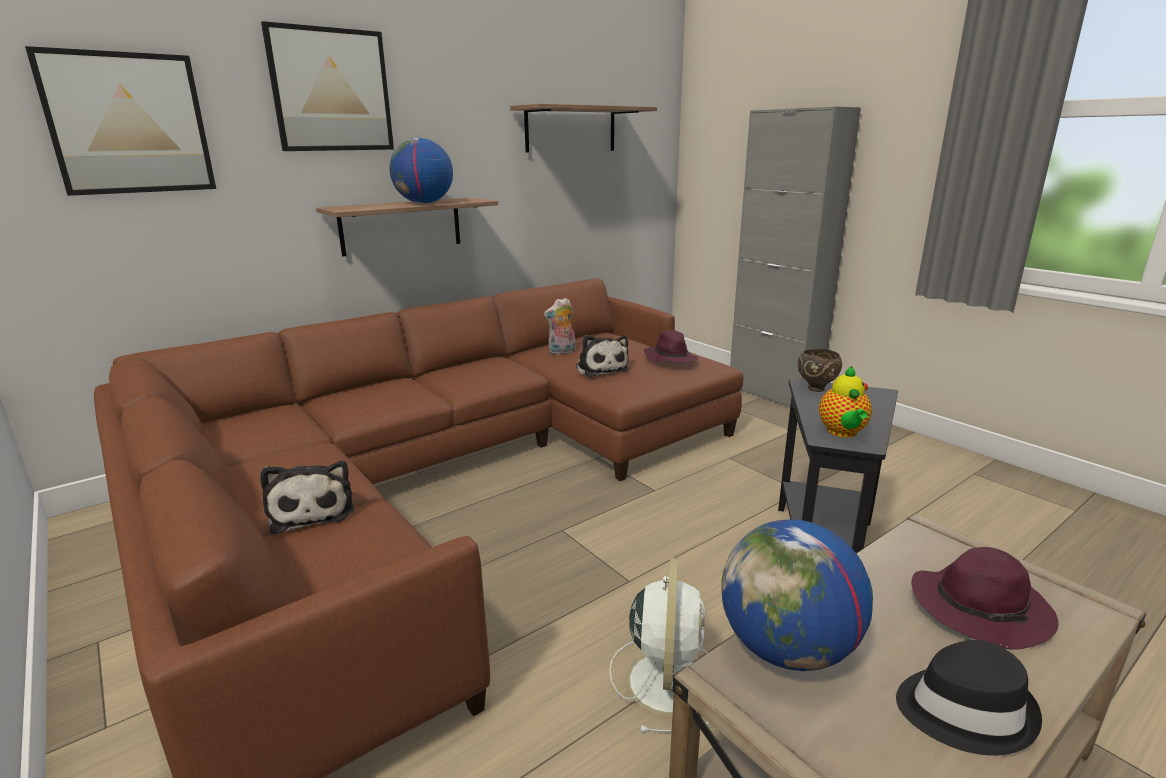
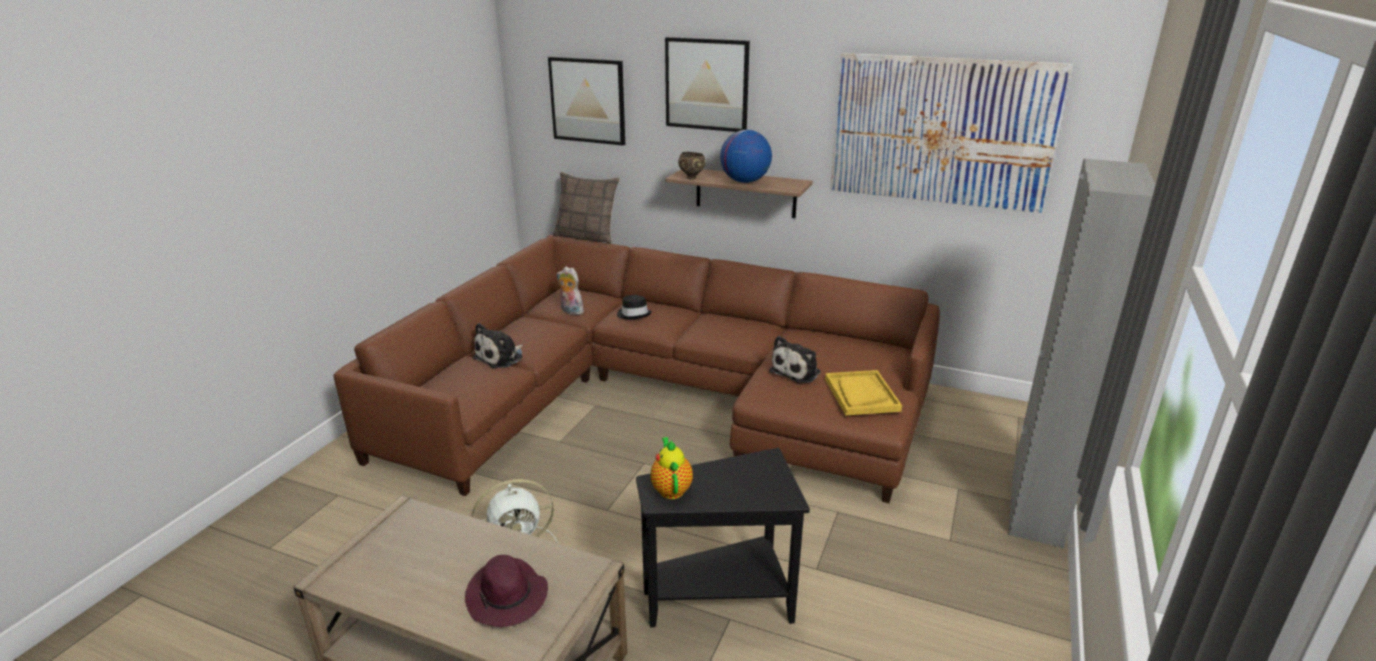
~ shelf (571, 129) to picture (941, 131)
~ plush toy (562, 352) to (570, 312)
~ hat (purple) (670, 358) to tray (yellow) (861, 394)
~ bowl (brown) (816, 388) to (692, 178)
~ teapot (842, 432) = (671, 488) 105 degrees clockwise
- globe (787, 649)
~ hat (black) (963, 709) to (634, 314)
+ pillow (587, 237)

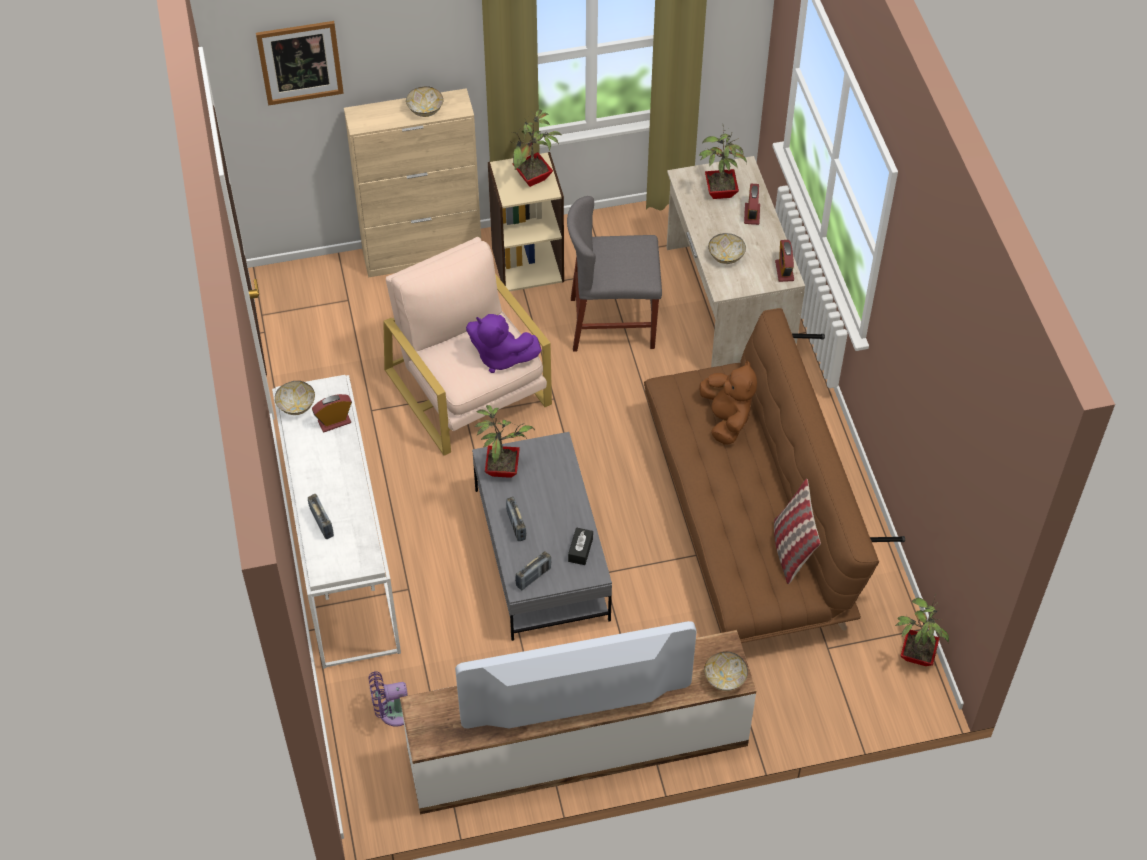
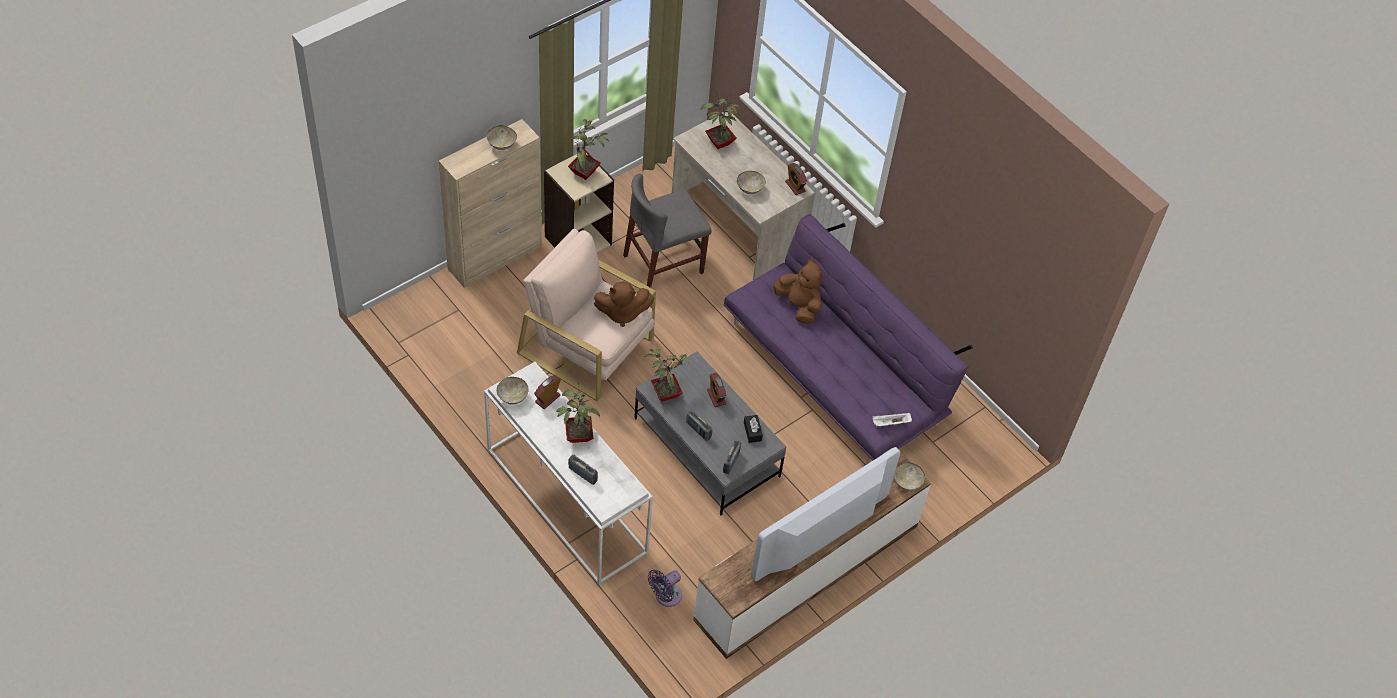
- picture (300, 62)
~ alarm clock (752, 214) to (716, 397)
~ sofa (brown) (749, 519) to sofa (purple) (834, 372)
~ plush toy (purple) (500, 357) to plush toy (brown) (622, 313)
- pillow (791, 550)
~ potted plant (915, 655) to (577, 436)
+ tray (white) (890, 423)

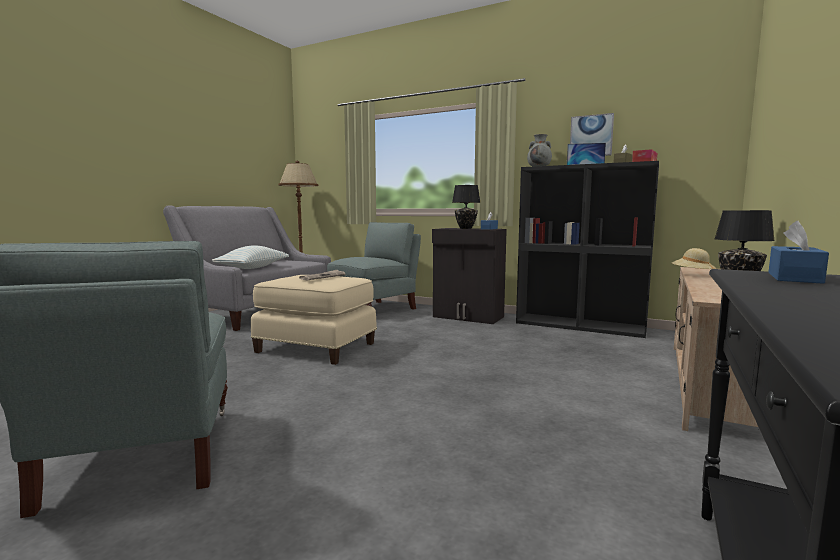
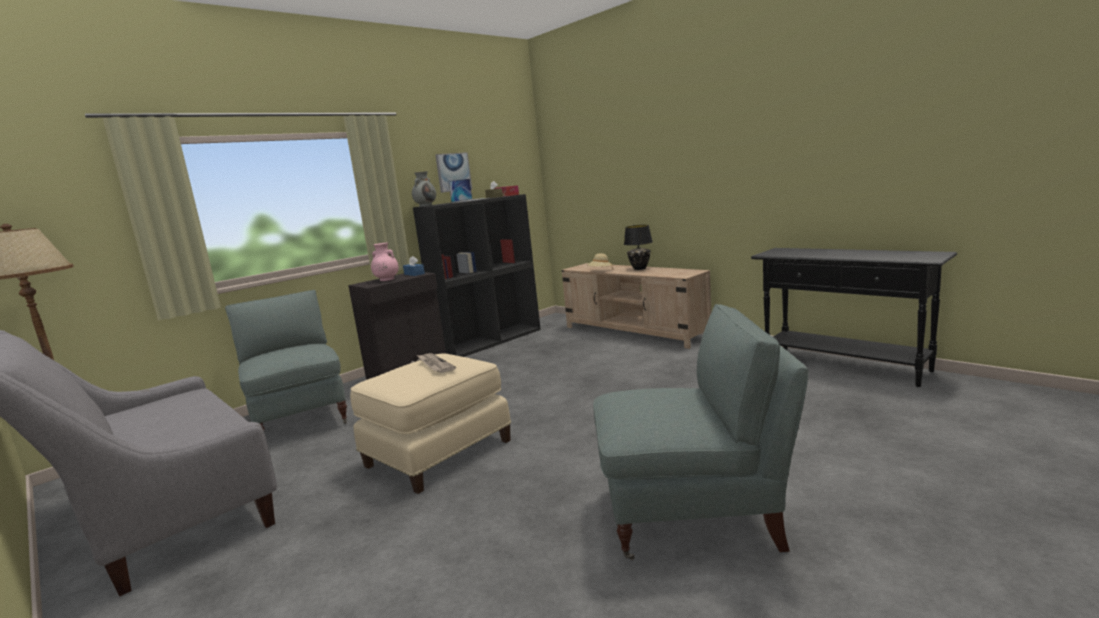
~ table lamp (black) (465, 228) to vase (pink) (386, 279)
- tissue box (blue) (794, 277)
- pillow (253, 268)

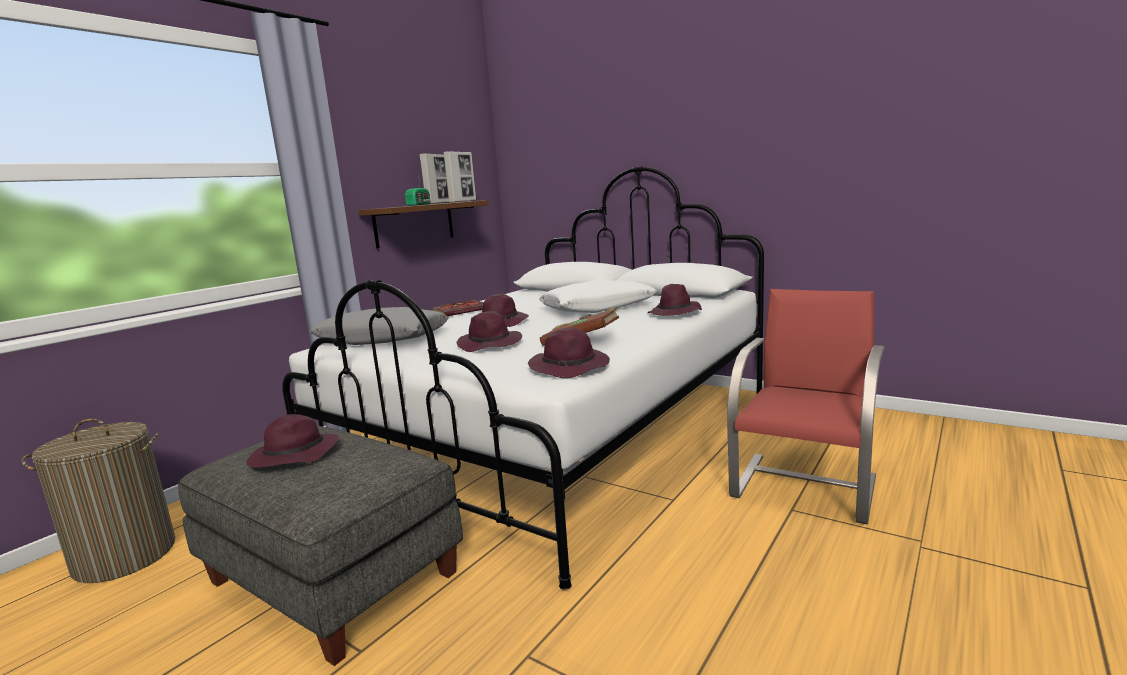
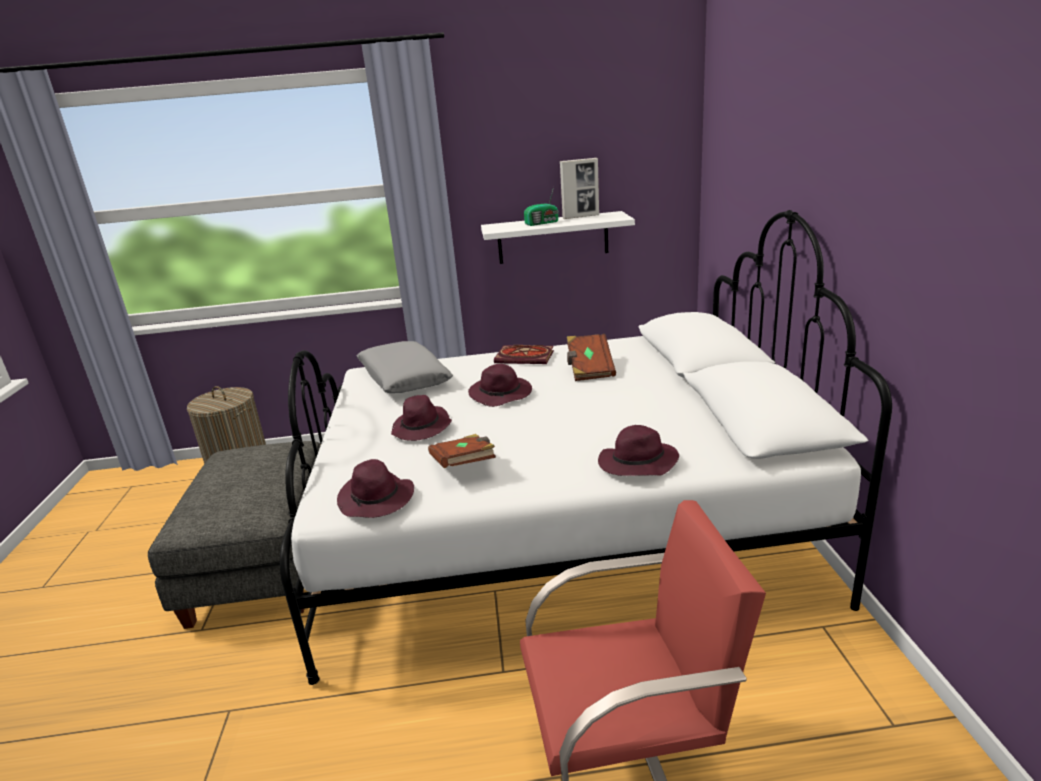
- picture frame (463, 201)
~ shelf (brown) (414, 224) to shelf (white) (553, 238)
- pillow (white) (598, 308)
- hat (purple) (294, 456)
+ book (brown) (589, 369)

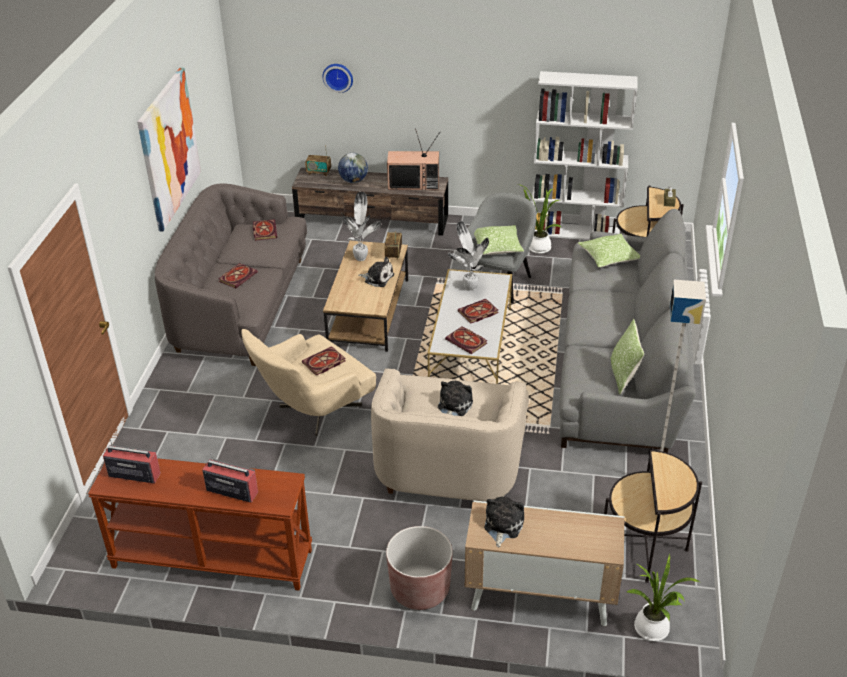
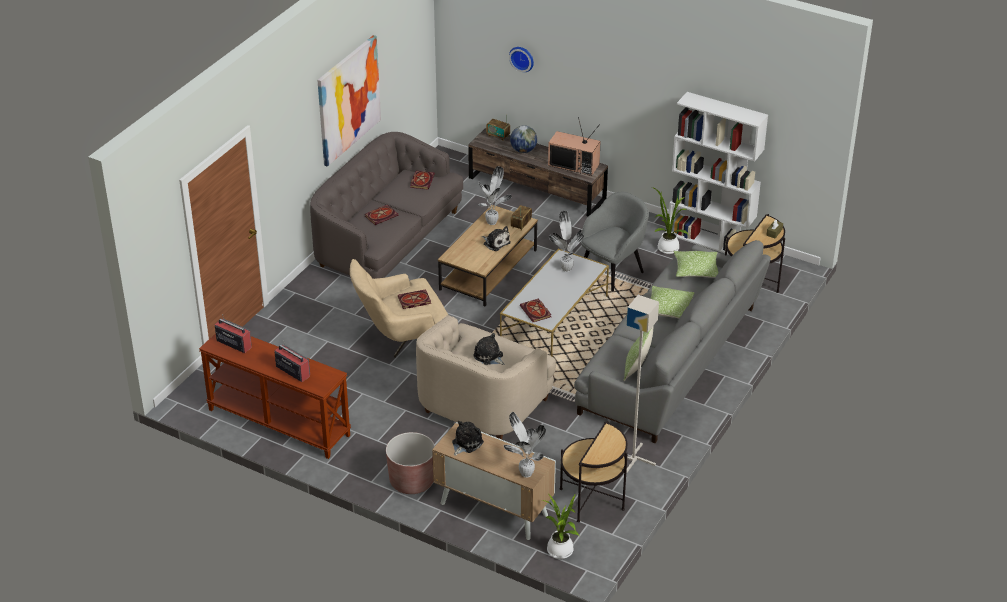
~ pillow (497, 247) to (668, 309)
- book (477, 313)
~ plush toy (453, 406) = (489, 356) 90 degrees counterclockwise
+ potted plant (525, 473)

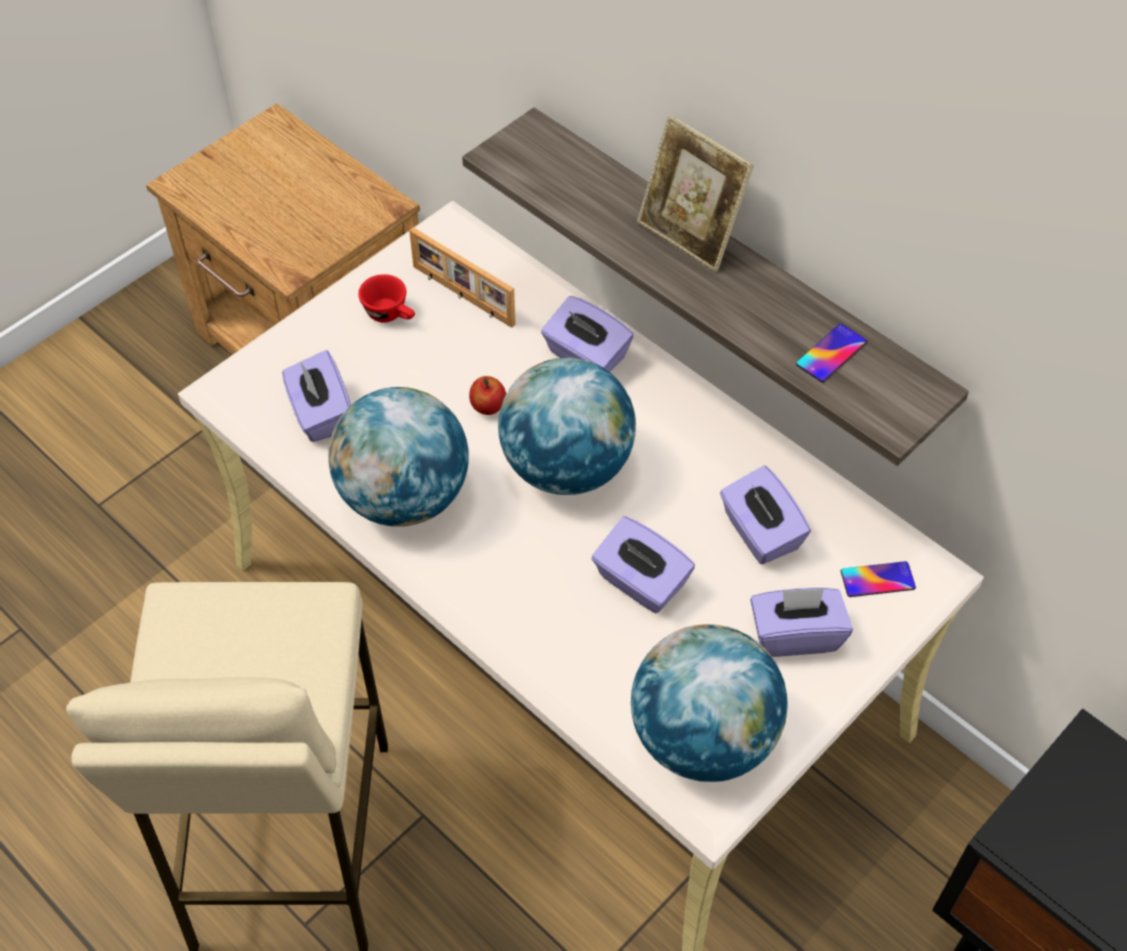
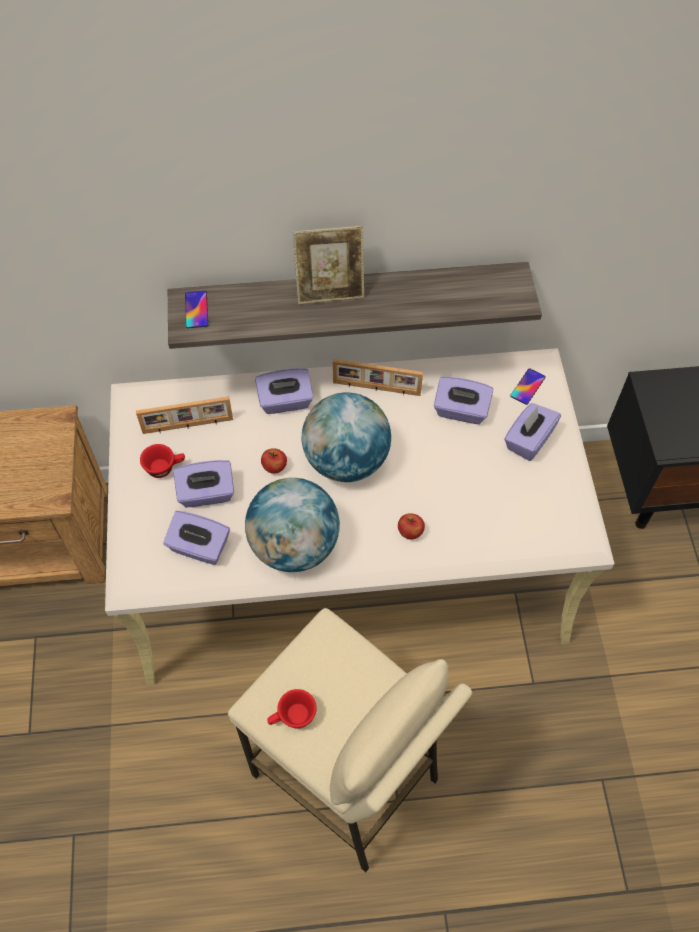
~ phone (831, 353) to (196, 309)
~ tissue box (purple) (640, 582) to (206, 494)
- globe (703, 737)
+ picture frame (376, 389)
+ apple (410, 532)
+ cup (red) (292, 718)

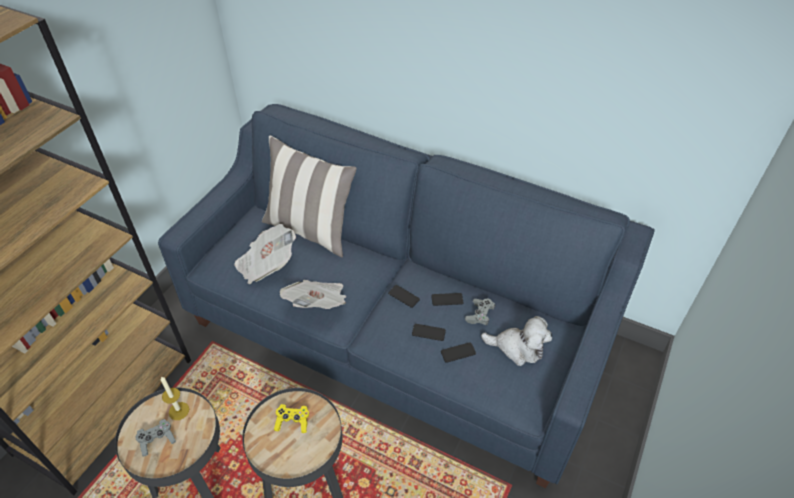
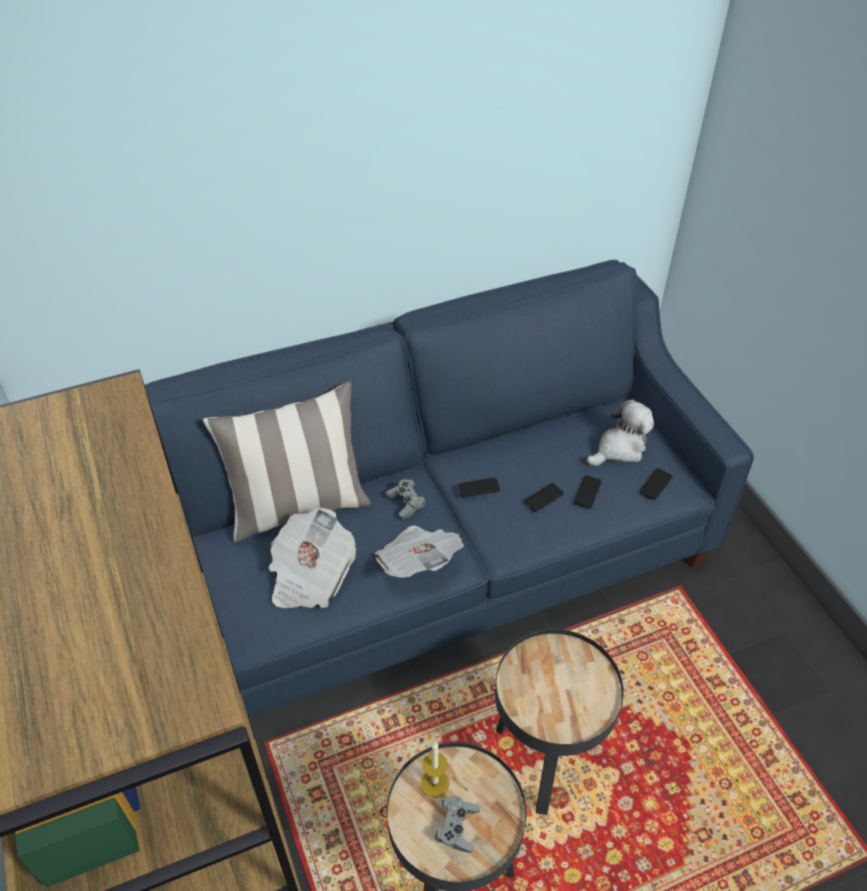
~ phone (447, 299) to (656, 484)
~ game controller (grey) (479, 315) to (406, 503)
- game controller (yellow) (293, 422)

